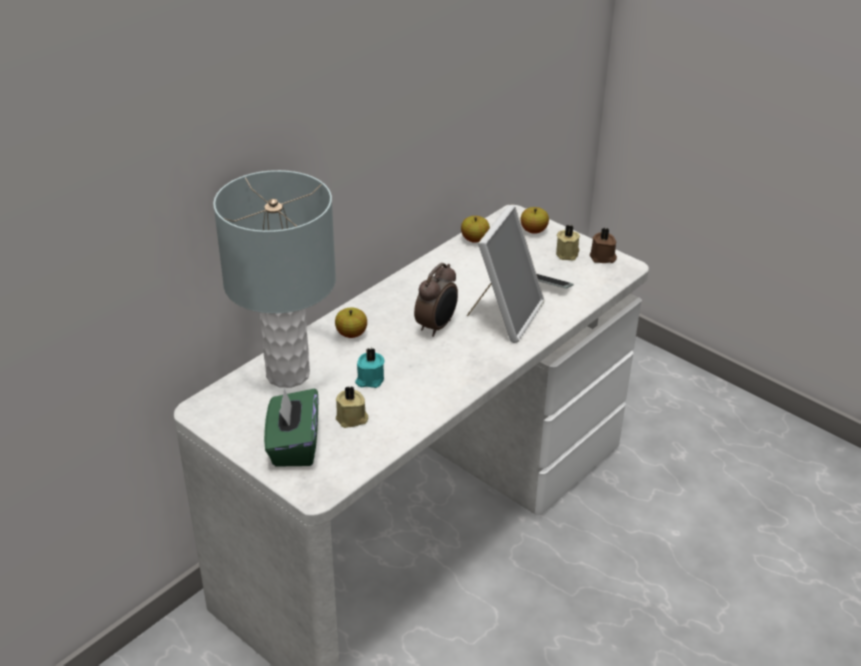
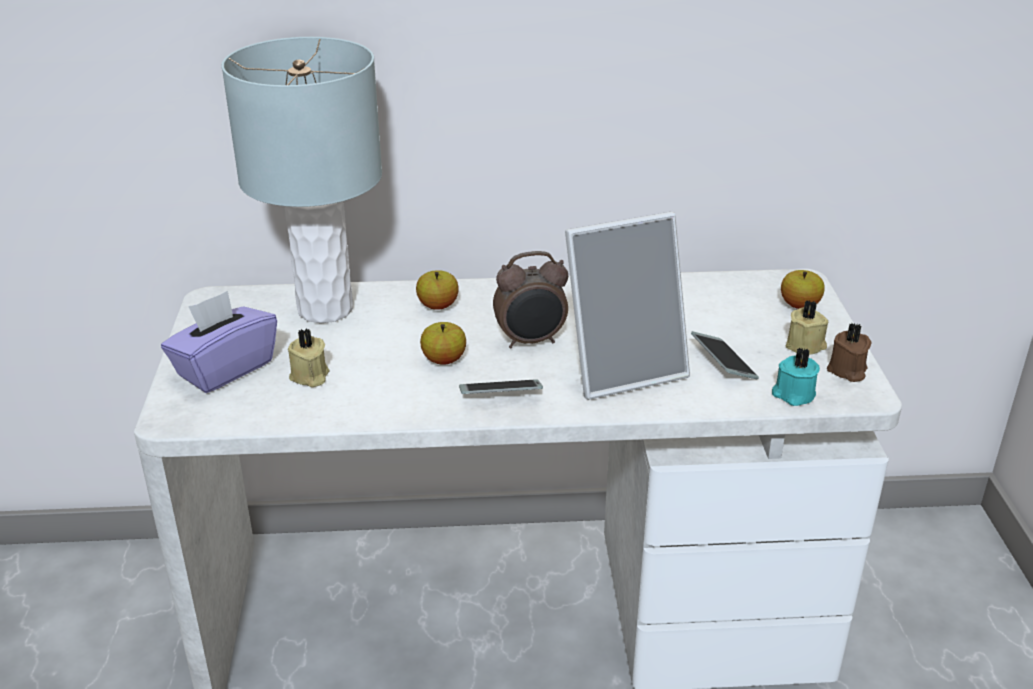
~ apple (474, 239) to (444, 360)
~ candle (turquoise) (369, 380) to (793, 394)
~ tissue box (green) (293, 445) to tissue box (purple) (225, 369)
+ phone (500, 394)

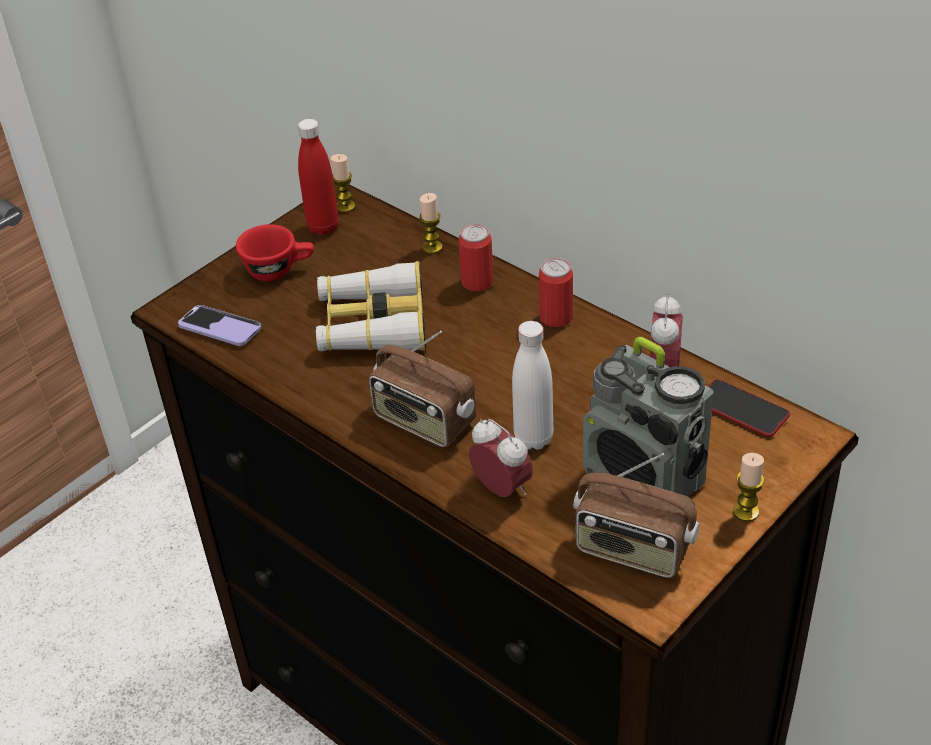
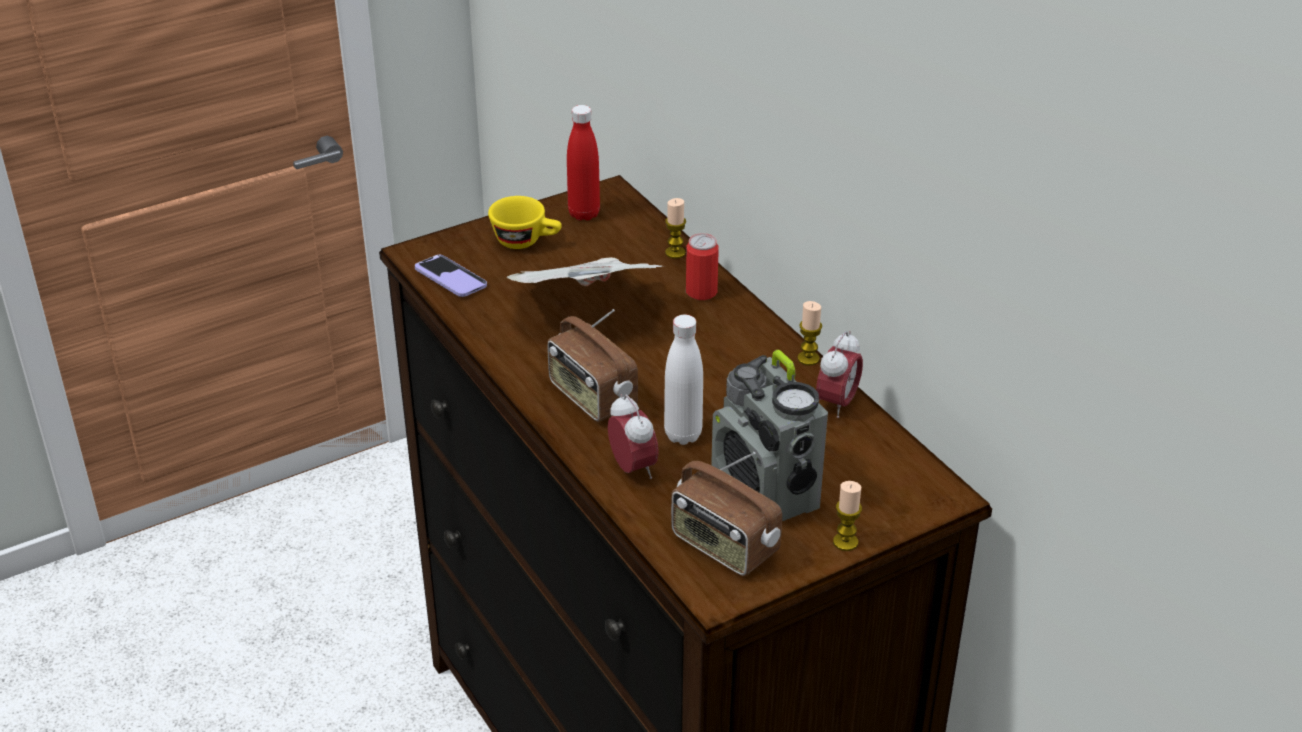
~ candle (345, 206) to (808, 358)
~ cup (red) (279, 269) to cup (yellow) (526, 241)
- can (556, 317)
~ binoculars (372, 324) to newspaper (587, 305)
- phone (742, 409)

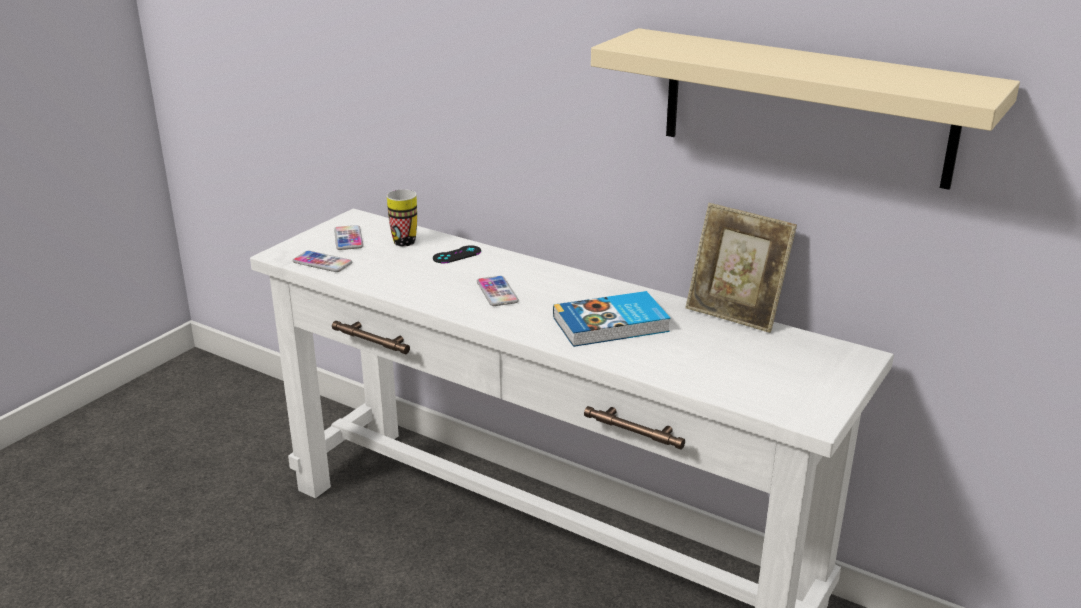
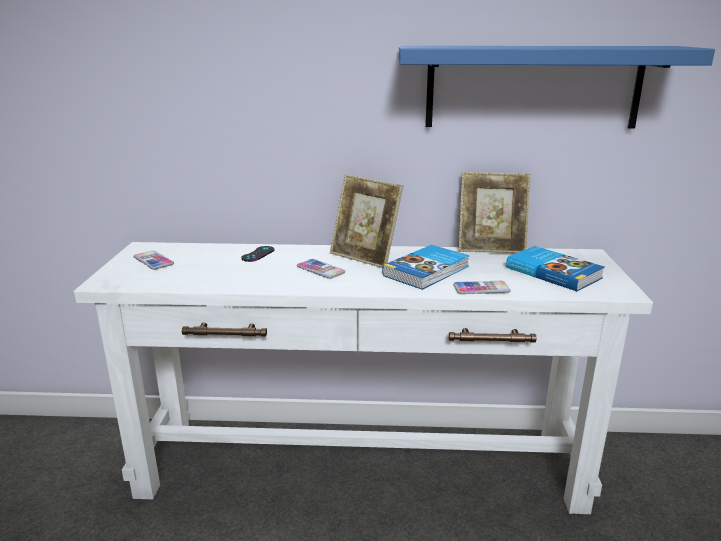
~ shelf (beige) (805, 107) to shelf (blue) (533, 87)
- mug (402, 239)
~ phone (322, 263) to (481, 289)
+ picture frame (365, 257)
+ book (553, 272)

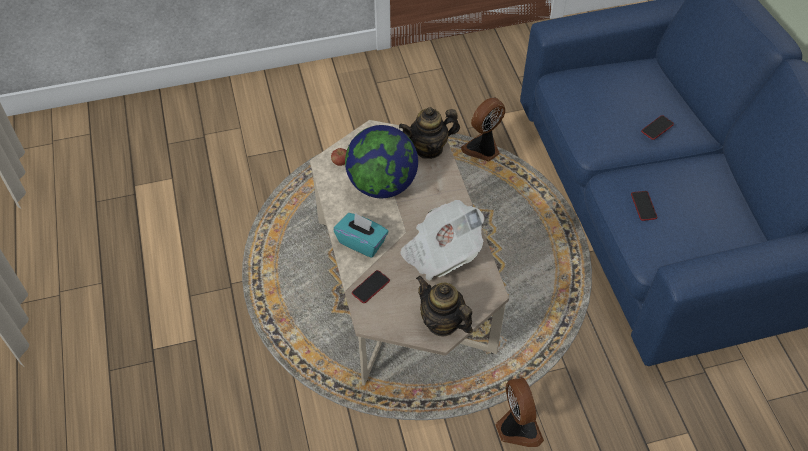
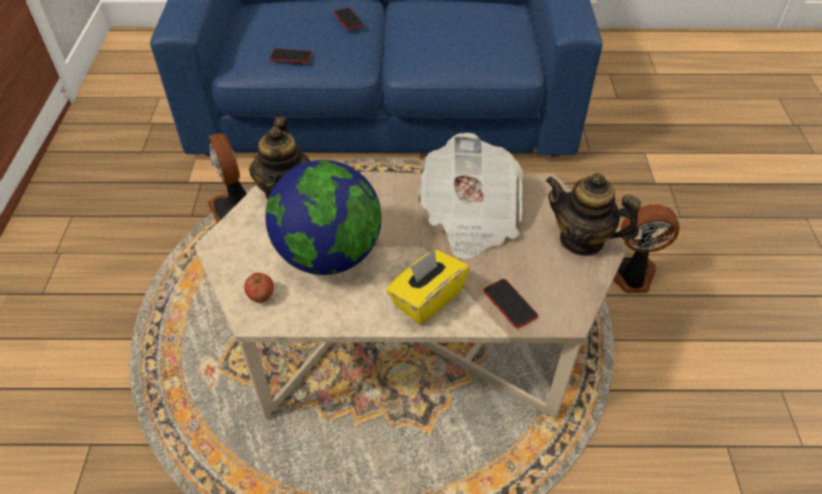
~ phone (643, 206) to (291, 57)
~ tissue box (turquoise) (362, 242) to tissue box (yellow) (426, 299)
~ teapot (442, 322) = (582, 240) 60 degrees clockwise

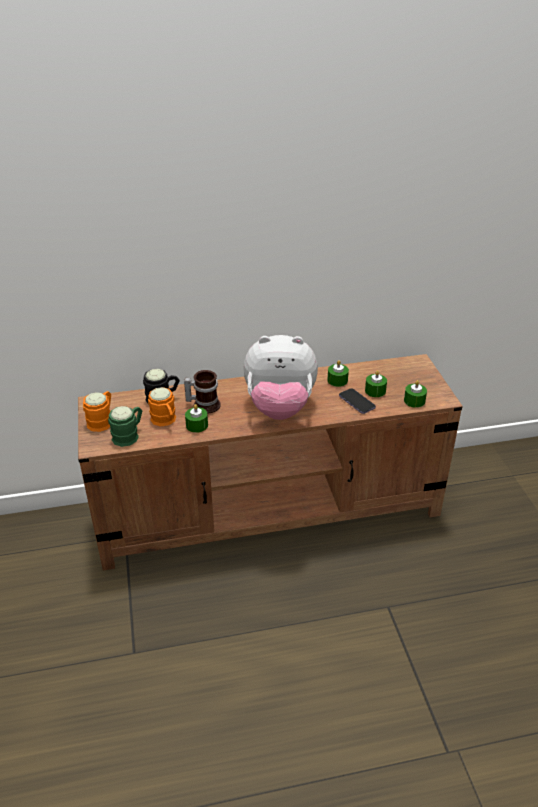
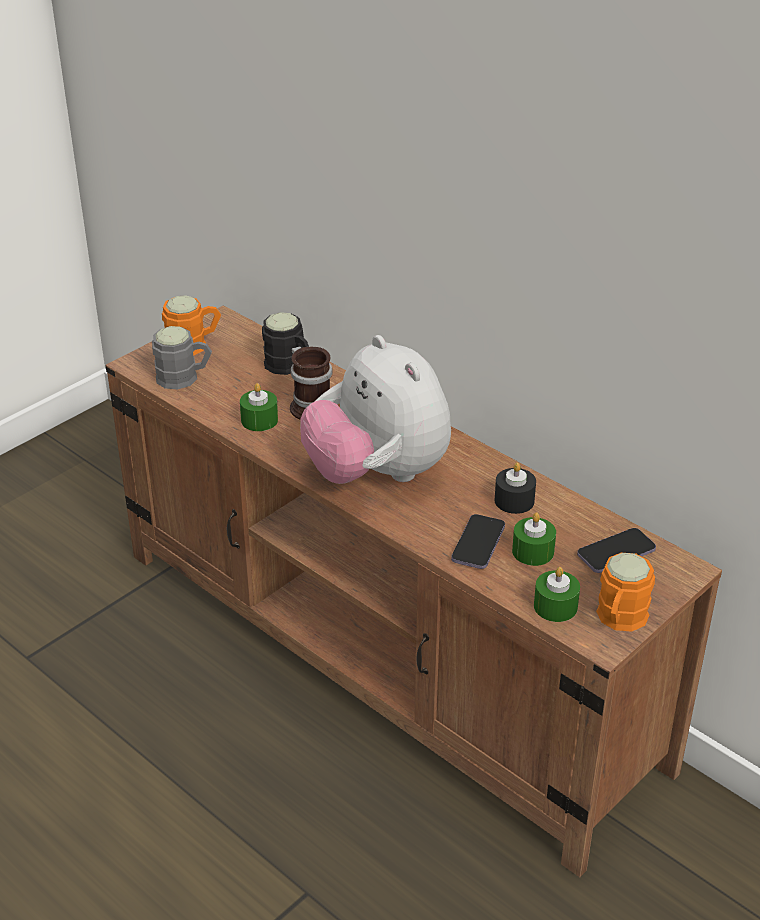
~ candle (green) (337, 380) to candle (black) (514, 500)
~ mug (orange) (165, 421) to (619, 620)
~ mug (green) (129, 435) to mug (grey) (184, 378)
+ phone (616, 553)

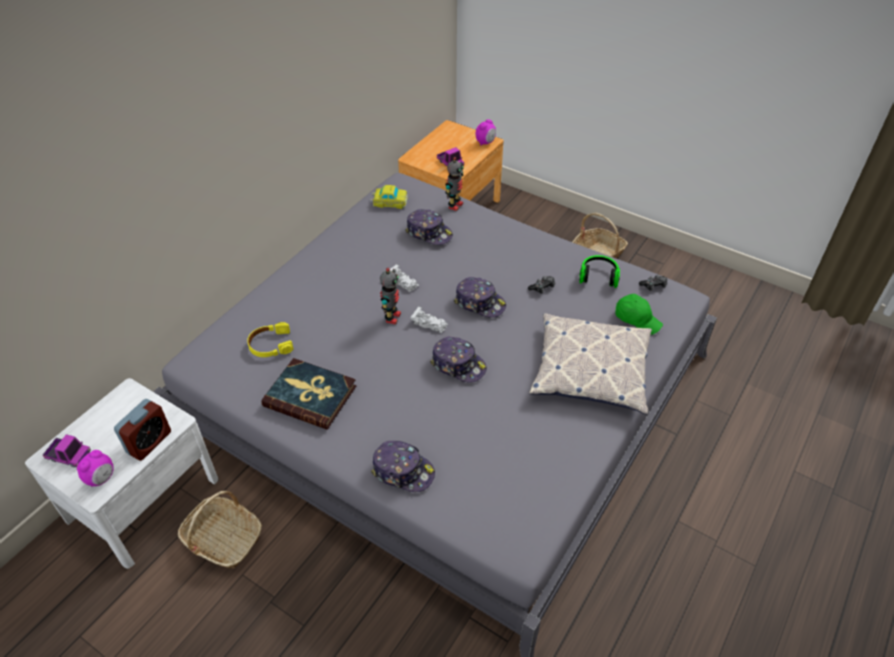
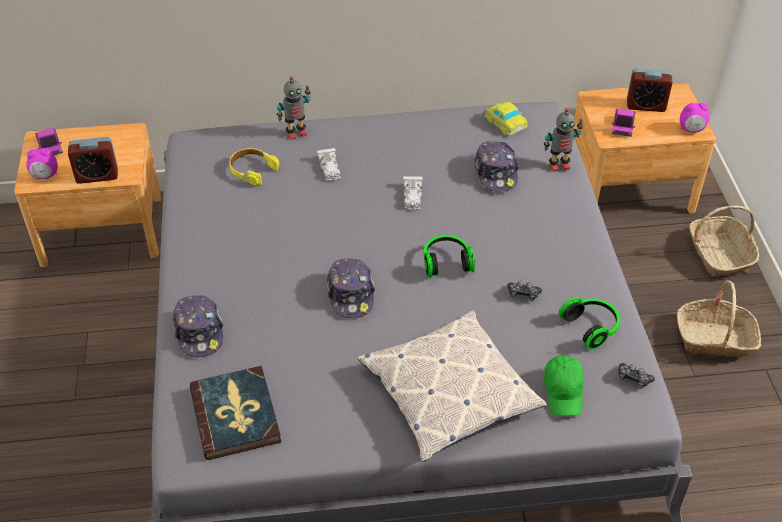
~ toy robot (391, 317) to (296, 133)
~ cap (480, 303) to headphones (446, 262)
~ toy car (white) (429, 324) to (330, 168)
~ book (310, 396) to (236, 415)
~ nightstand (white) (143, 499) to nightstand (brown) (102, 230)
~ basket (223, 539) to (718, 254)
+ alarm clock (645, 105)

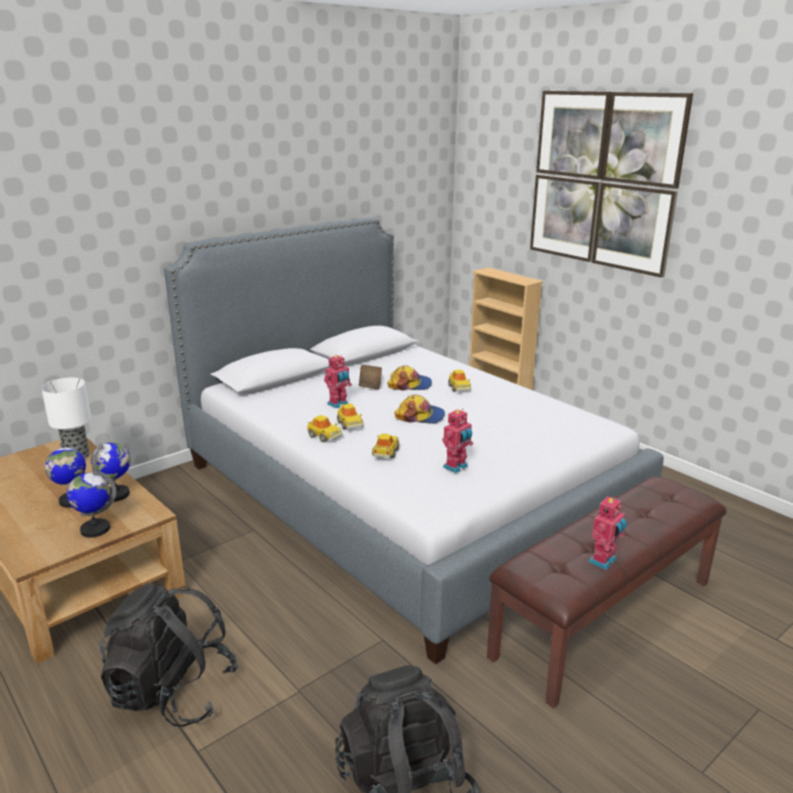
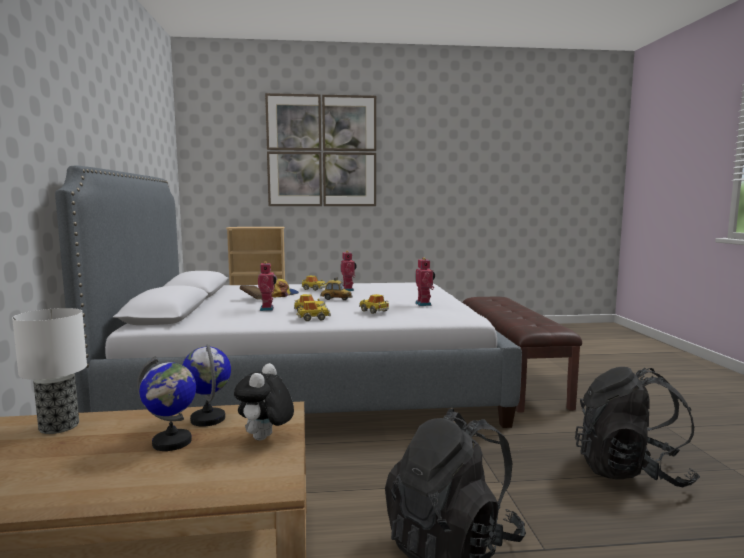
~ cap (420, 416) to toy car (336, 299)
~ globe (95, 529) to plush toy (265, 439)
~ toy robot (604, 561) to (348, 290)

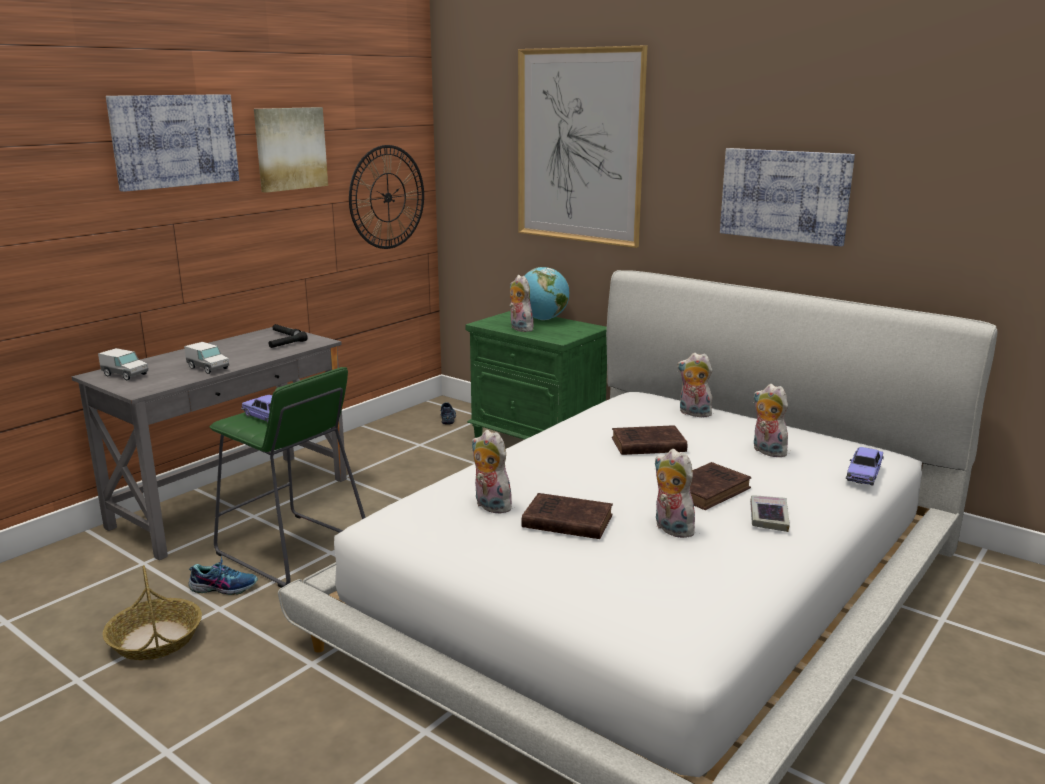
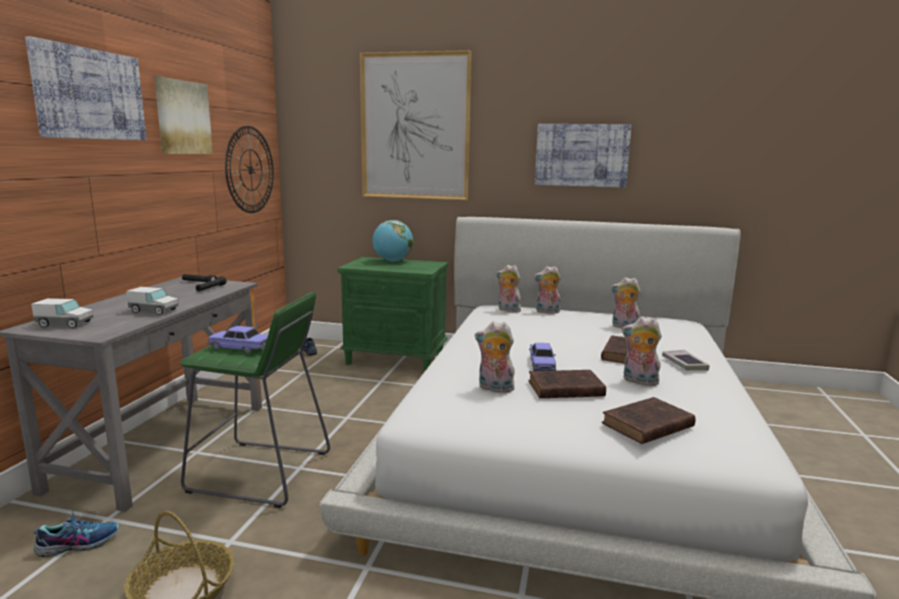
~ plush toy (519, 329) to (507, 310)
~ book (brown) (646, 445) to (646, 426)
~ toy car (863, 474) to (542, 364)
~ shoe (224, 587) to (78, 543)

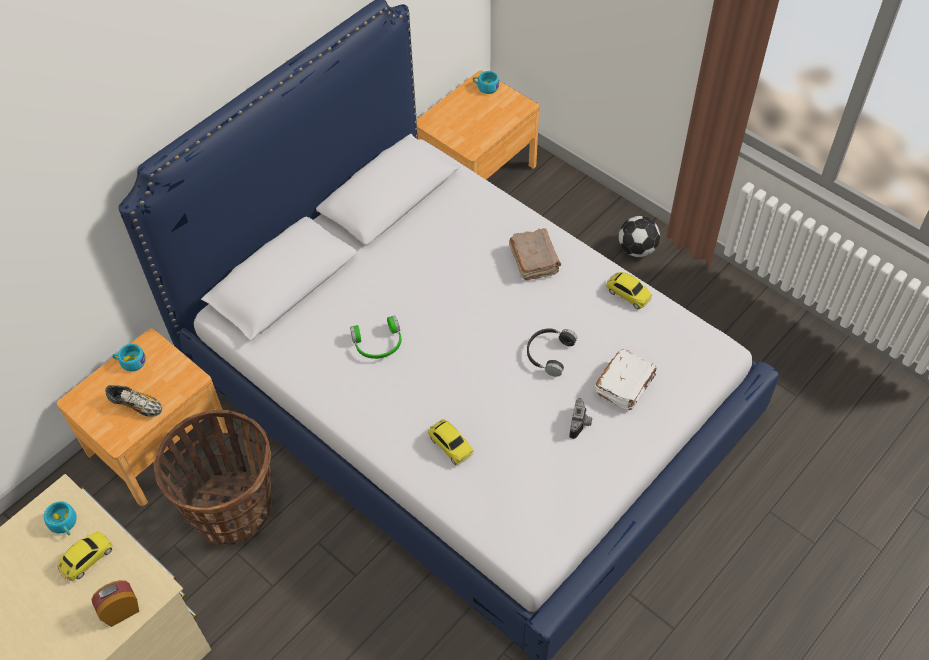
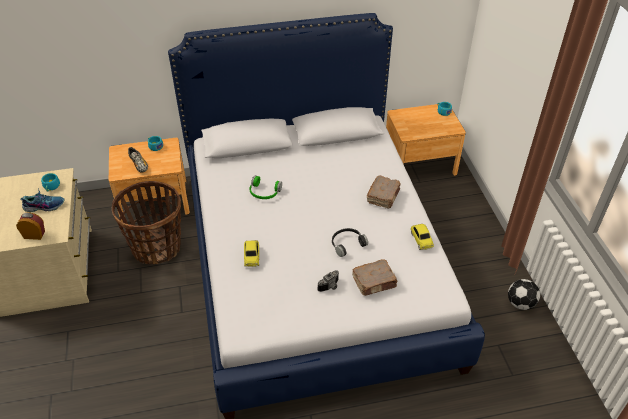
~ football (637, 249) to (520, 303)
~ book (white) (625, 385) to book (brown) (374, 282)
~ toy car (87, 559) to shoe (44, 206)

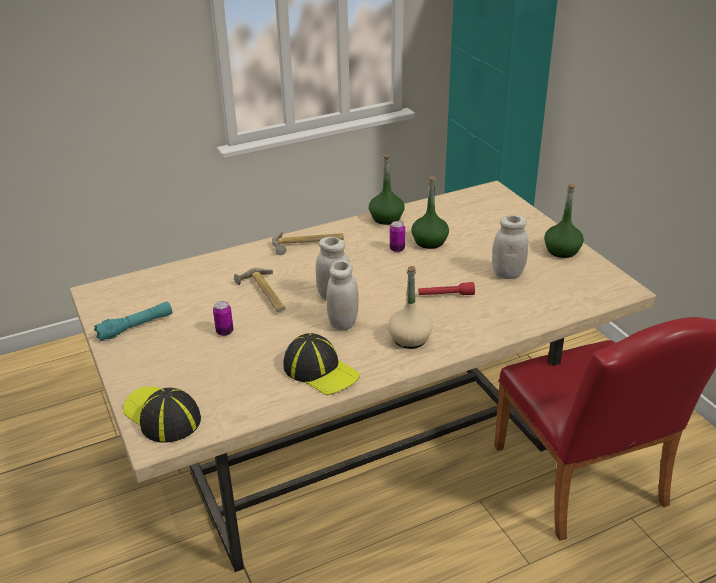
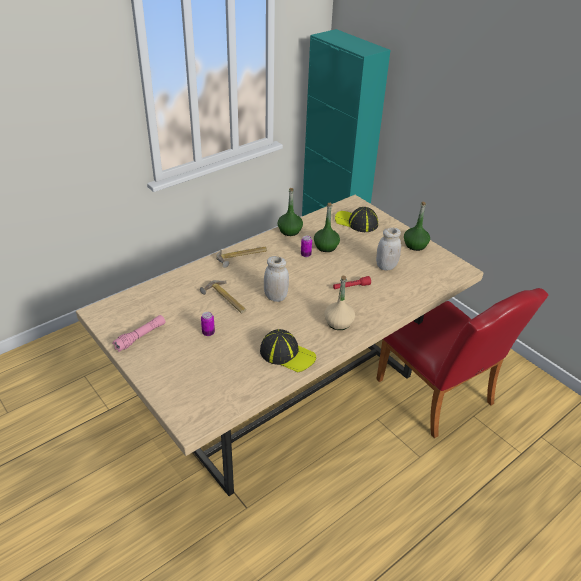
- jar (white) (343, 323)
~ flashlight (turquoise) (135, 327) to flashlight (pink) (140, 337)
~ cap (162, 416) to (356, 222)

